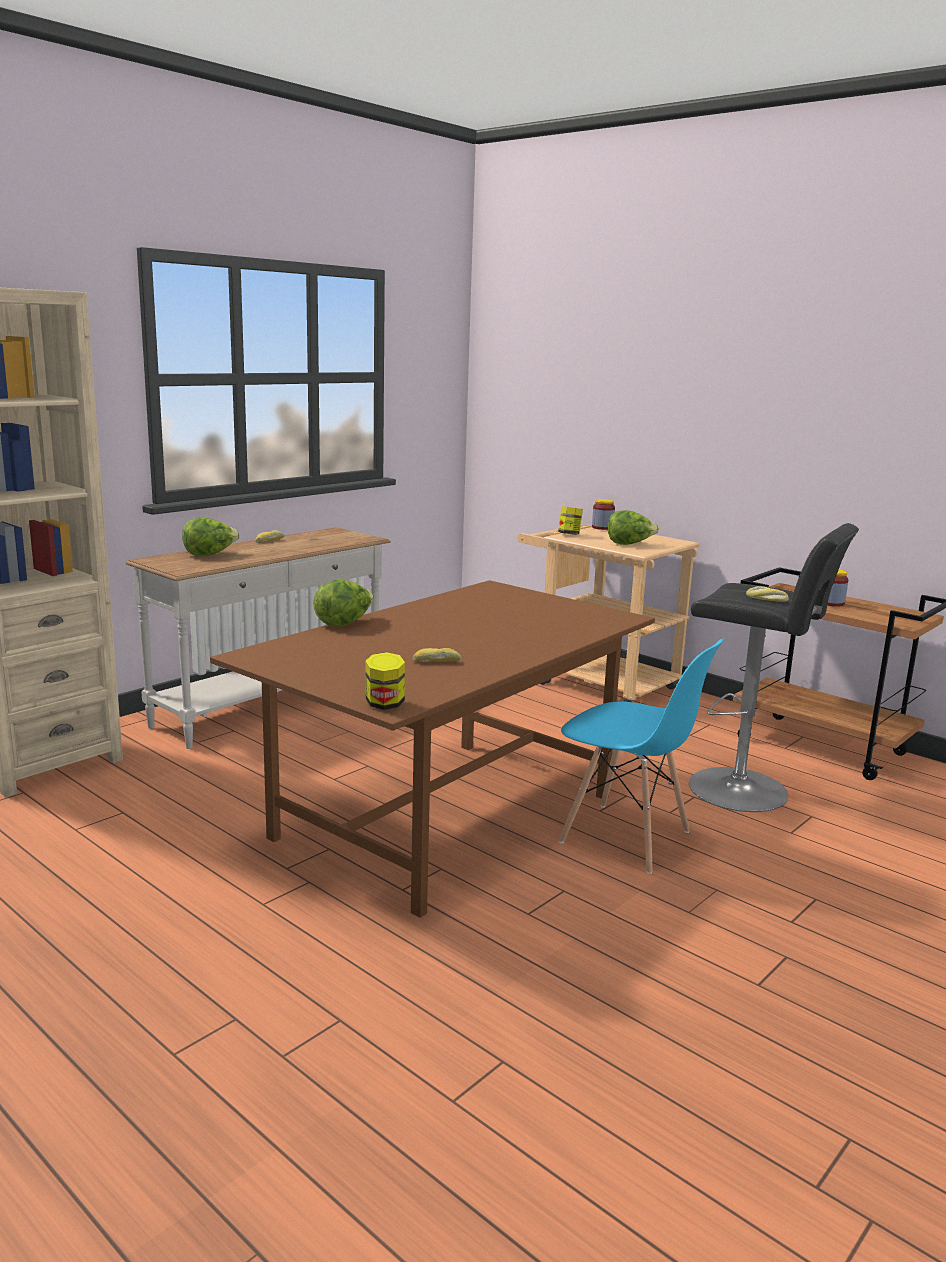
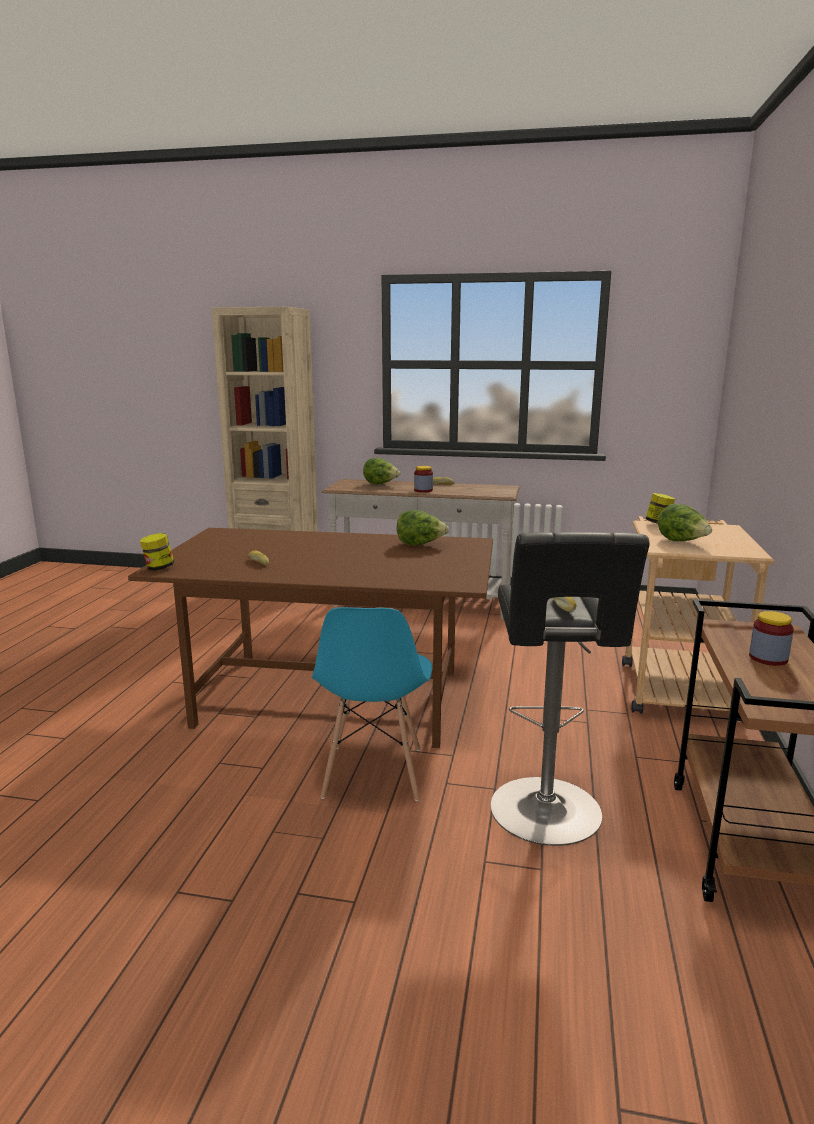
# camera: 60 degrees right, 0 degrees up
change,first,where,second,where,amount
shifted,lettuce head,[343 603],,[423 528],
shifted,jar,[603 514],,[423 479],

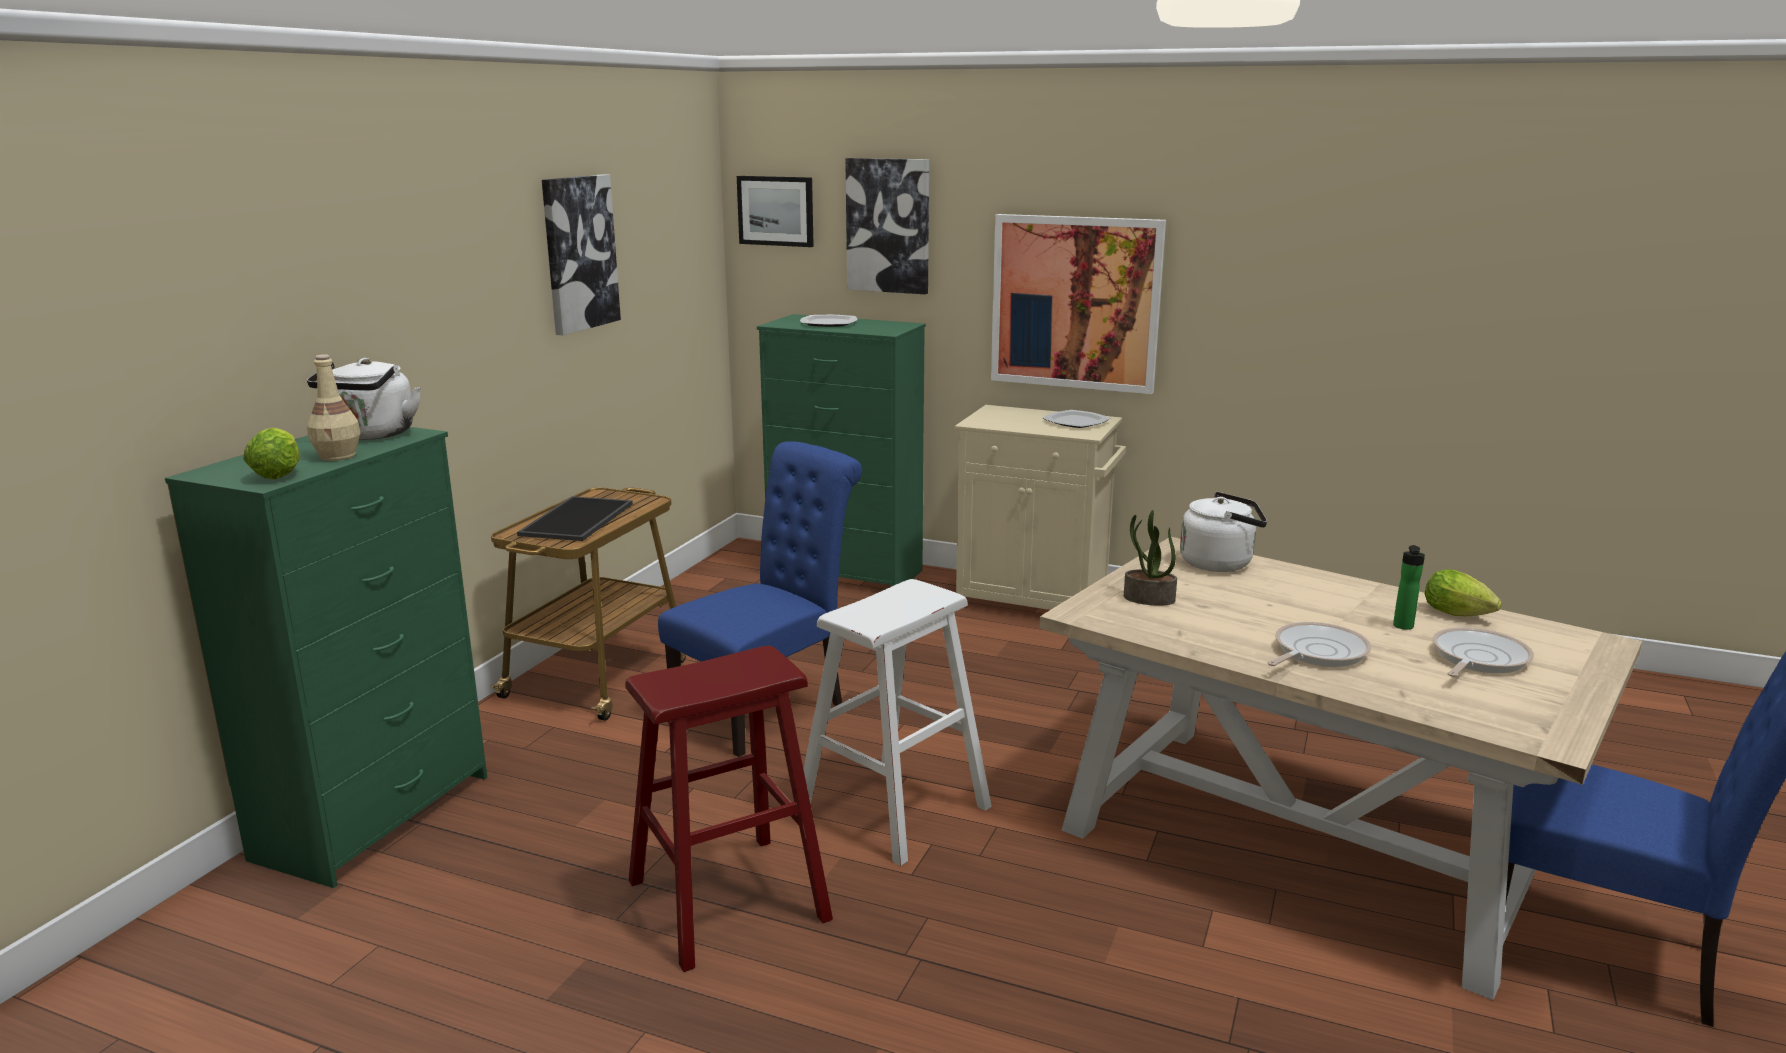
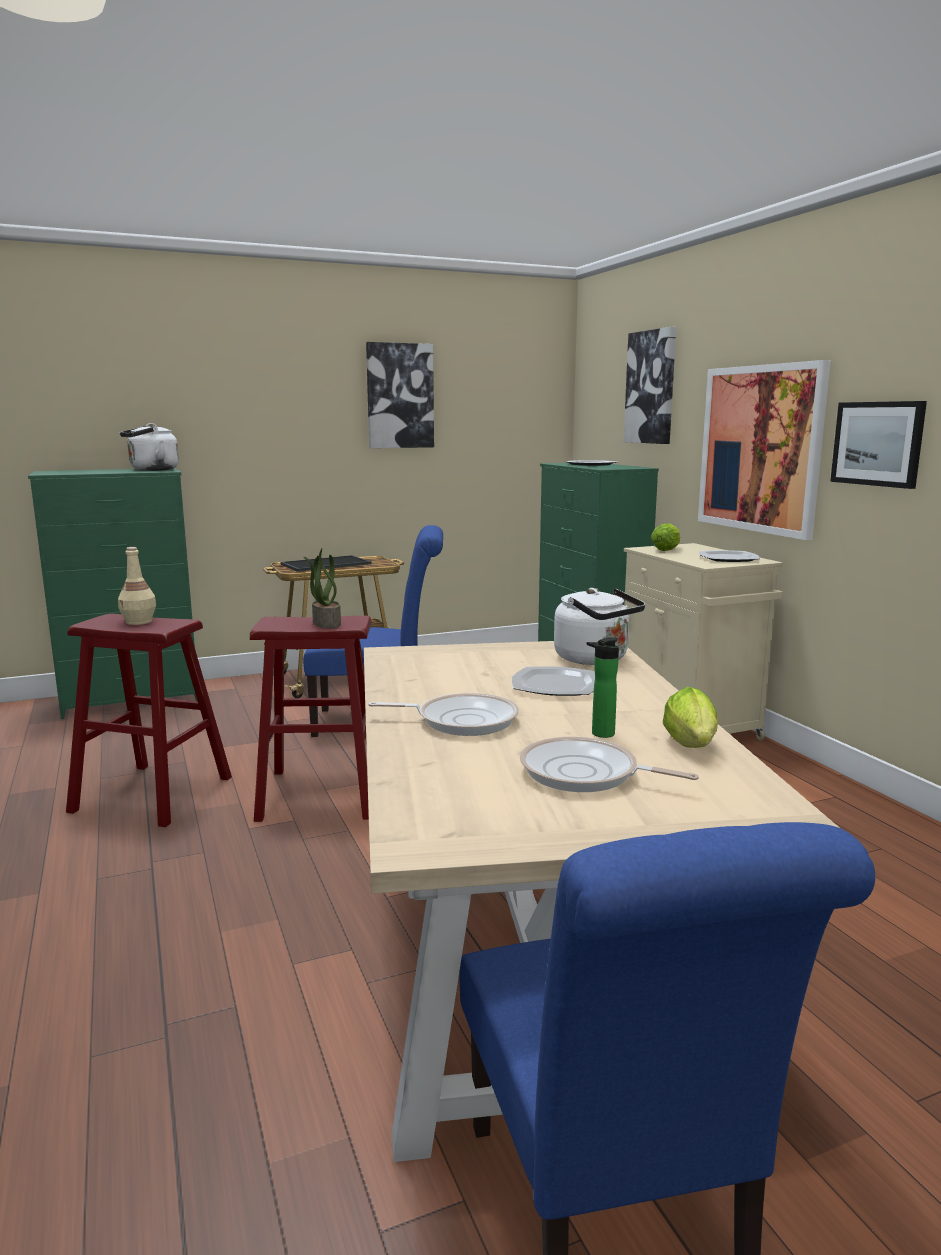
# camera: 45 degrees right, 5 degrees down
change,first,where,second,where,amount
new,,,plate,[553 681],
shifted,lettuce head,[271 453],,[665 537],
shifted,drink bottle (beige),[333 407],,[137 586],
shifted,wall art,[775 211],,[878 445],
shifted,houseplant,[1150 558],,[322 588],
repainted,stool seat (white-coloured),[898 722],stool seat (red),[310 719],
rotated,skillet,[1483 652],,[609 764],150 degrees counterclockwise

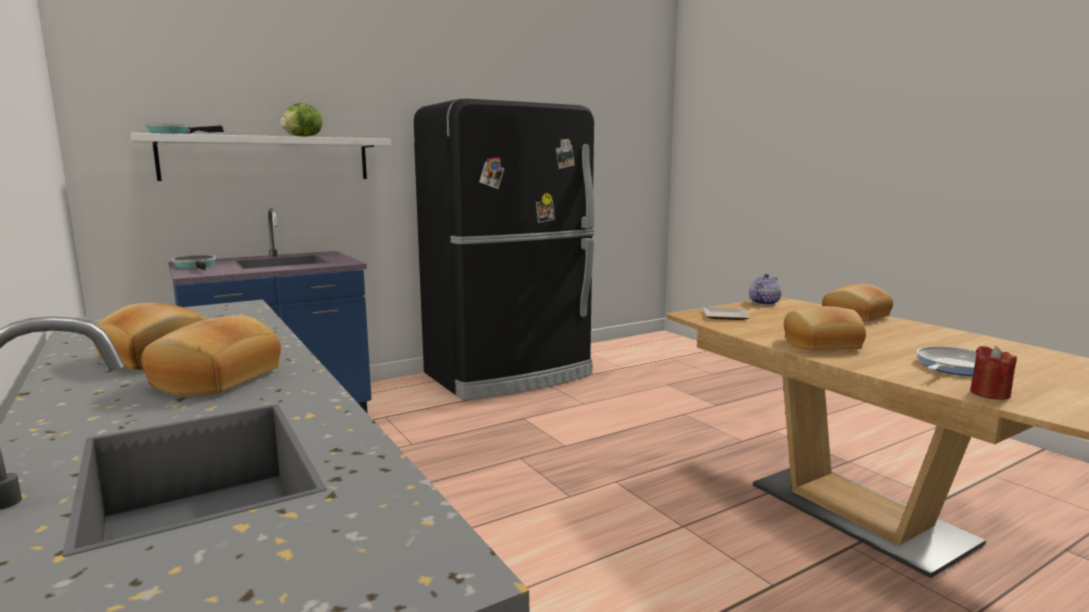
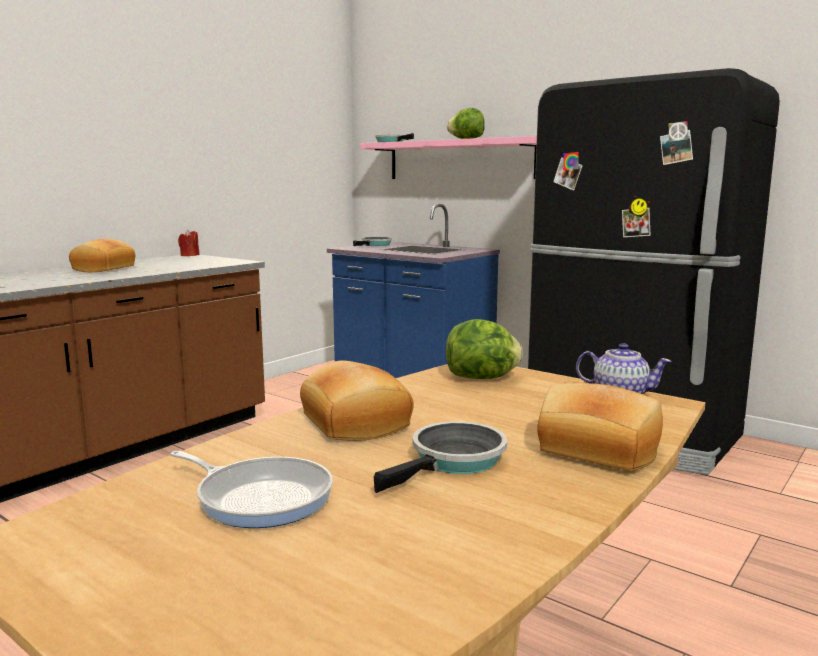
# camera: 70 degrees right, 0 degrees up
change,first,where,second,where,amount
gone,bakery bread,[211 356],,,
new,,,skillet,[440 457],
shifted,wax light (red),[993 373],,[188 243],
swapped,plate,[726 313],lettuce head,[484 349],
repainted,bracket shelf (white-coloured),[261 157],bracket shelf (pinkish),[448 157],

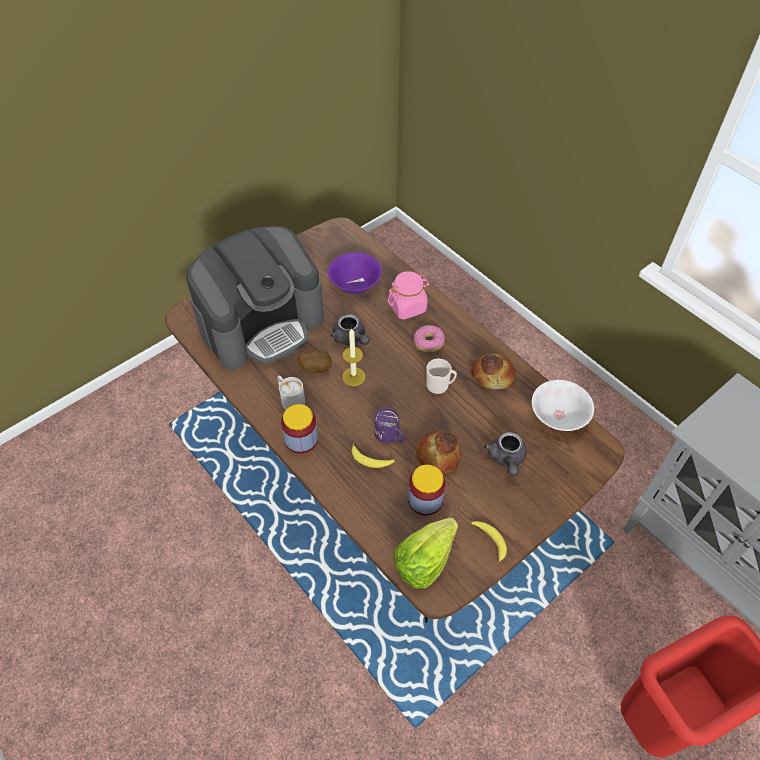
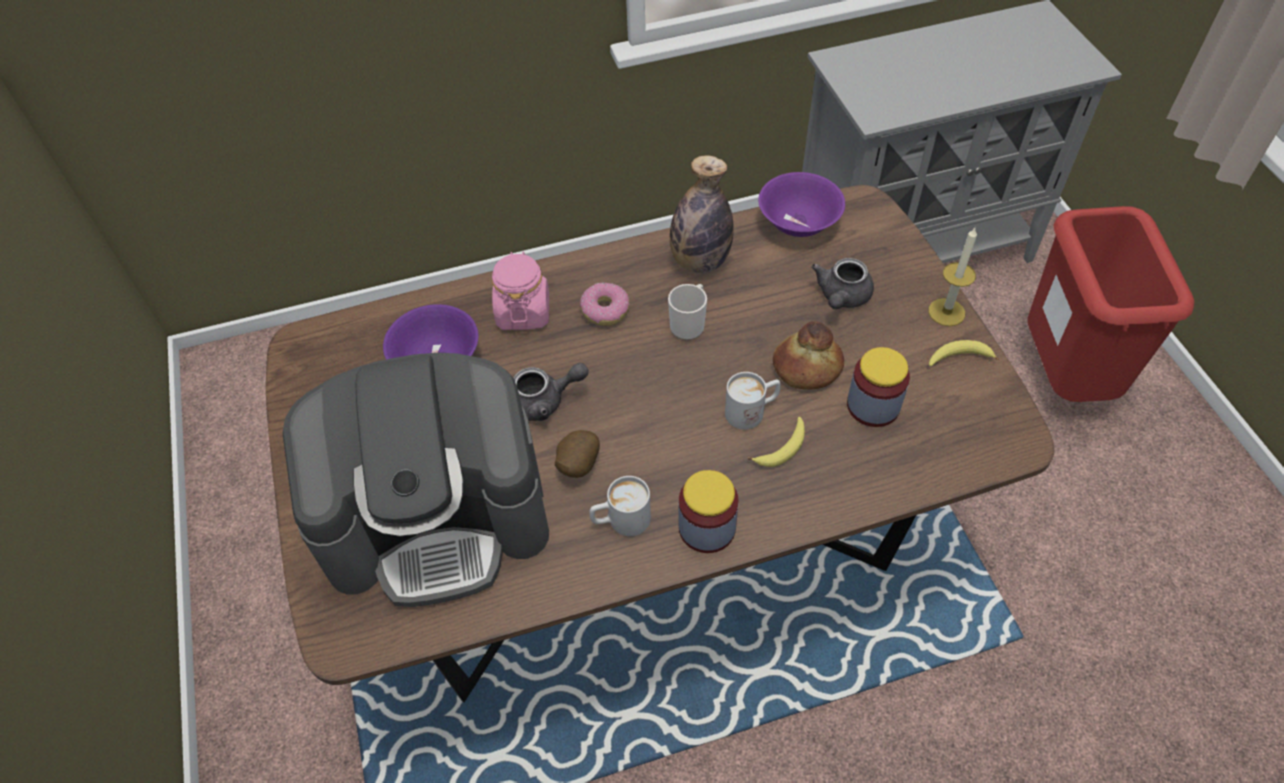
# camera: 65 degrees left, 0 degrees up
change,first,where,second,where,amount
gone,lettuce head,[425 552],,,
shifted,wax light,[353 357],,[952 277],
swapped,bakery bread,[493 371],drink bottle,[701 214],
repainted,mug (purple-coloured),[389 426],mug (white-coloured),[753 401],
repainted,deep dish (white-coloured),[563 405],deep dish (purple-coloured),[801 204],
rotated,coffee maker,[255 297],,[415 480],90 degrees clockwise
rotated,teapot (grey),[505 454],,[842 283],90 degrees clockwise

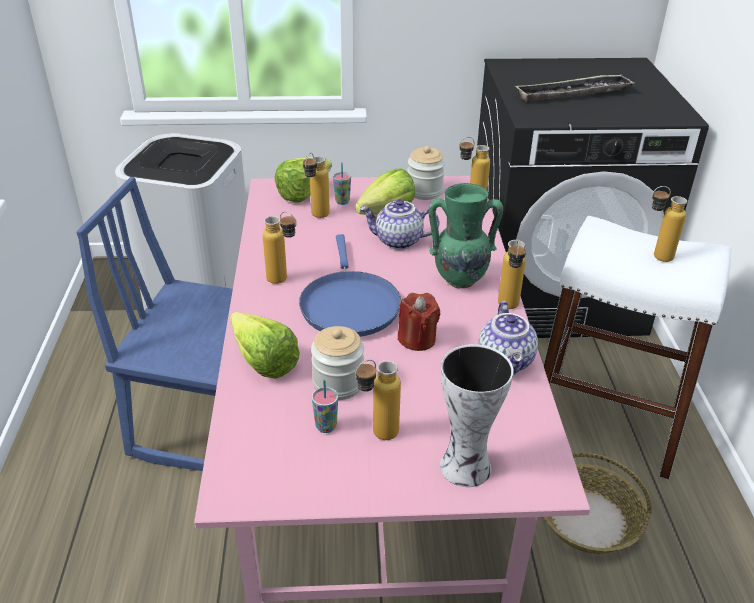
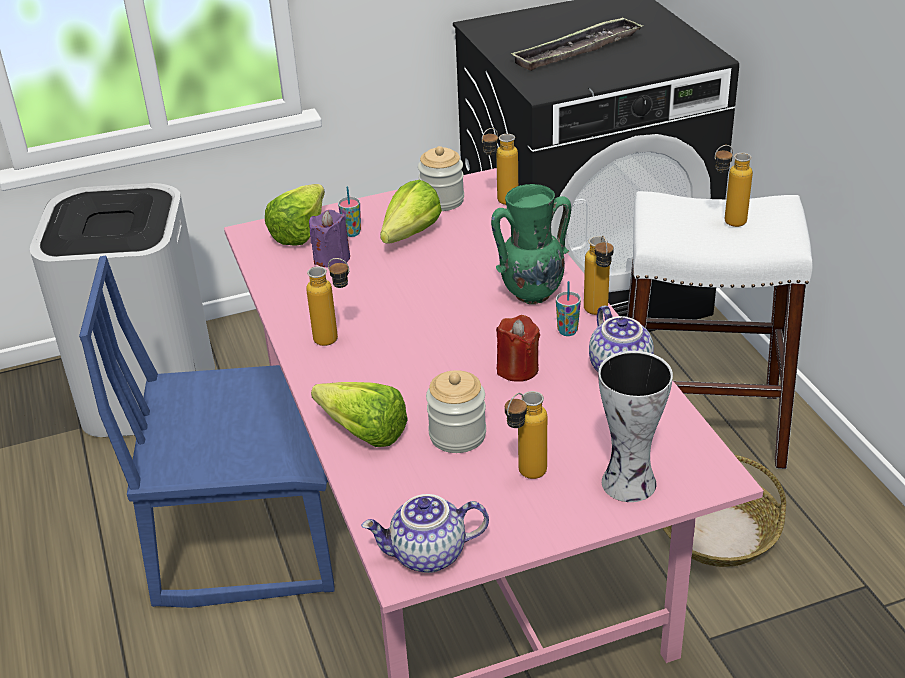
# camera: 15 degrees left, 0 degrees up
change,first,where,second,where,amount
gone,skillet (bluish),[350 285],,,
shifted,drinking cup,[325 406],,[568 308],
shifted,teapot,[399 224],,[425 533],
swapped,drink bottle,[316 185],wax light (purple-coloured),[329 239],

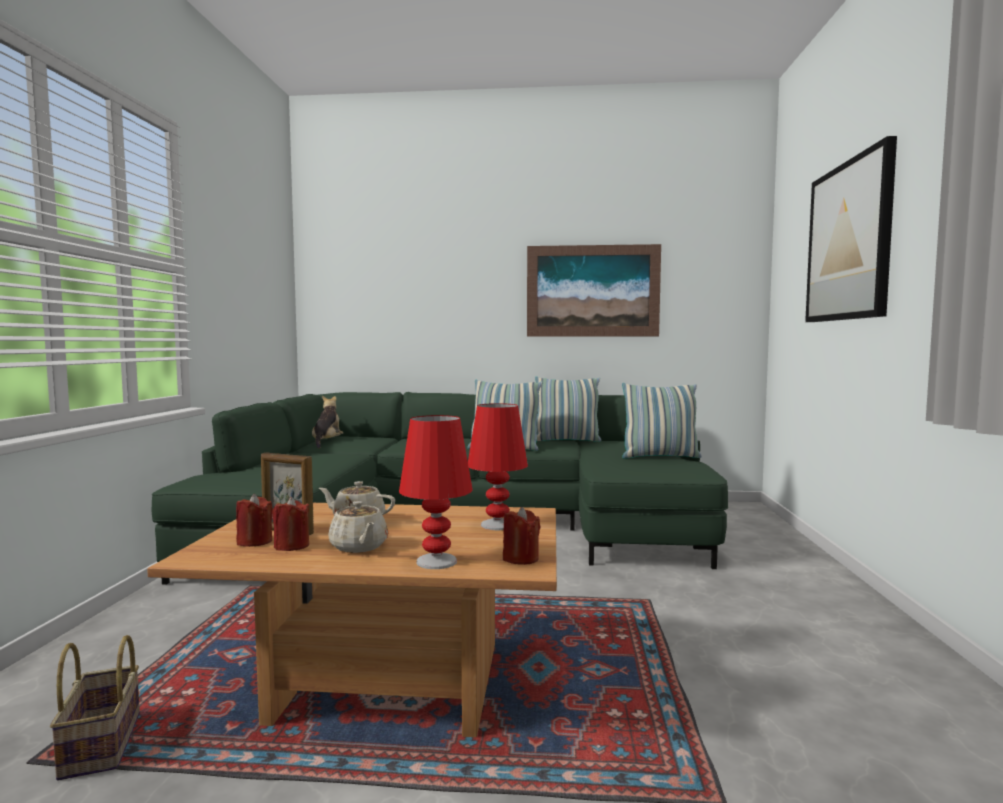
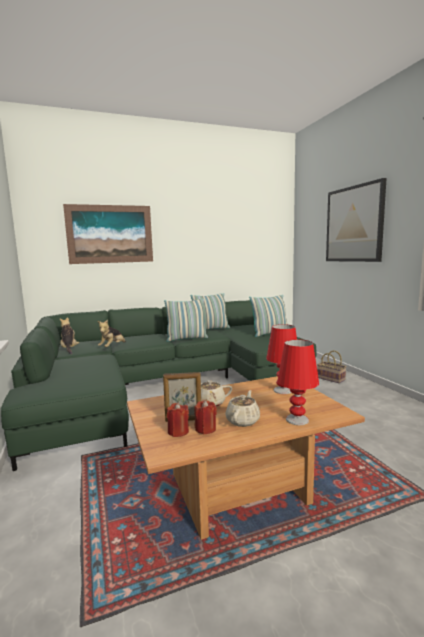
# camera: 25 degrees left, 5 degrees up
change,first,where,second,where,amount
gone,wax light (red),[522 536],,,
new,,,cuddly toy,[111 333],
shifted,storage basket,[95 707],,[331 366],
shifted,wall art,[594 290],,[108 234],
rotated,teapot (beige),[358 527],,[242 408],105 degrees counterclockwise

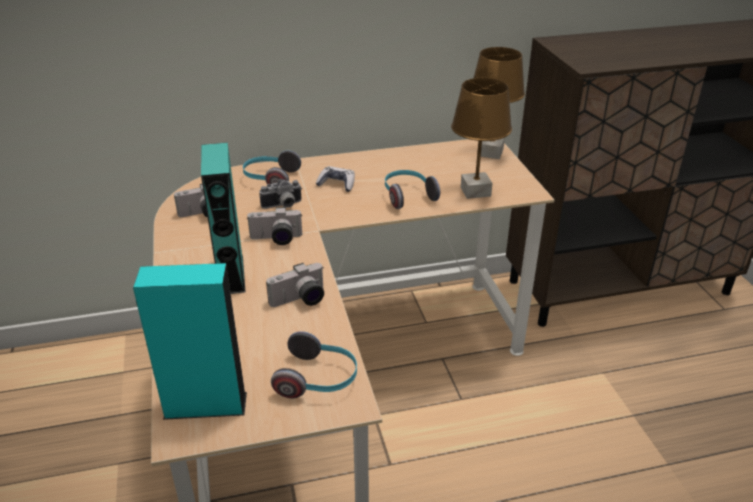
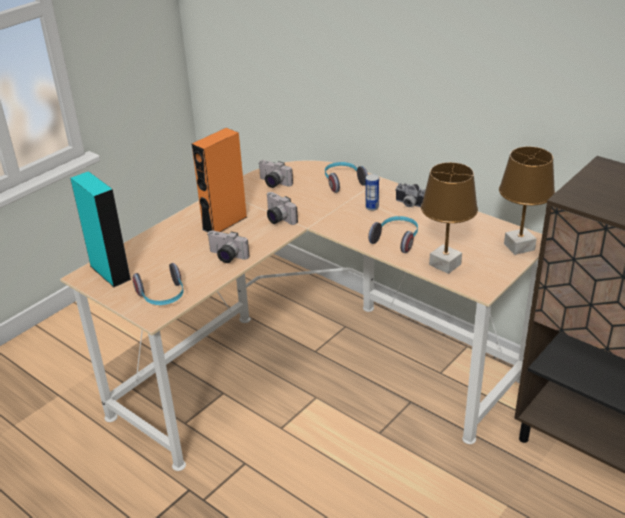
# camera: 55 degrees right, 0 degrees up
change,first,where,second,where,amount
shifted,photo camera,[280 194],,[410 195],
swapped,game controller,[335 179],can,[372 192],
repainted,audio speaker (blue-green),[223 218],audio speaker (orange-coloured),[219 180],

